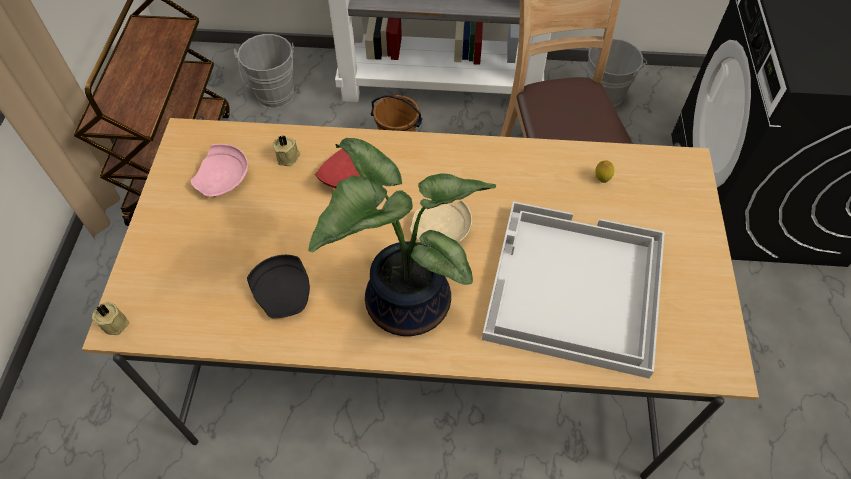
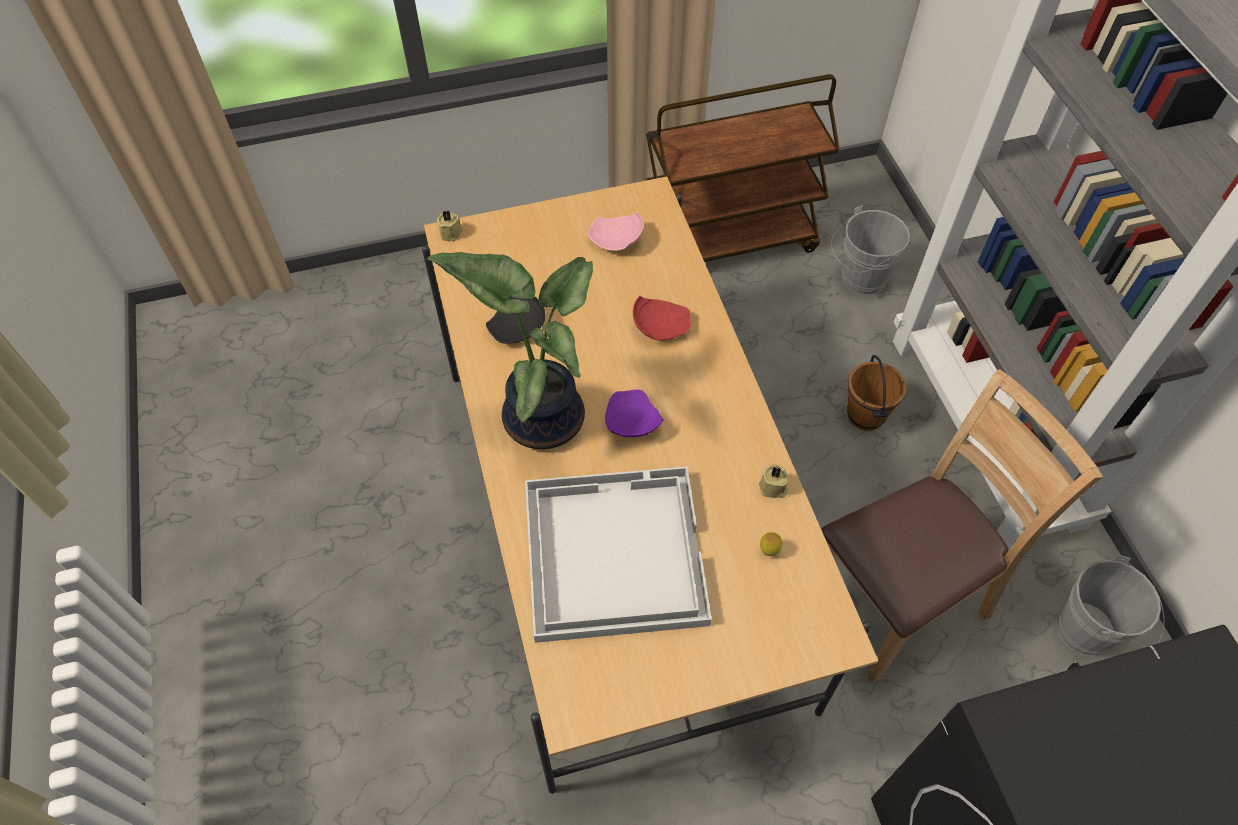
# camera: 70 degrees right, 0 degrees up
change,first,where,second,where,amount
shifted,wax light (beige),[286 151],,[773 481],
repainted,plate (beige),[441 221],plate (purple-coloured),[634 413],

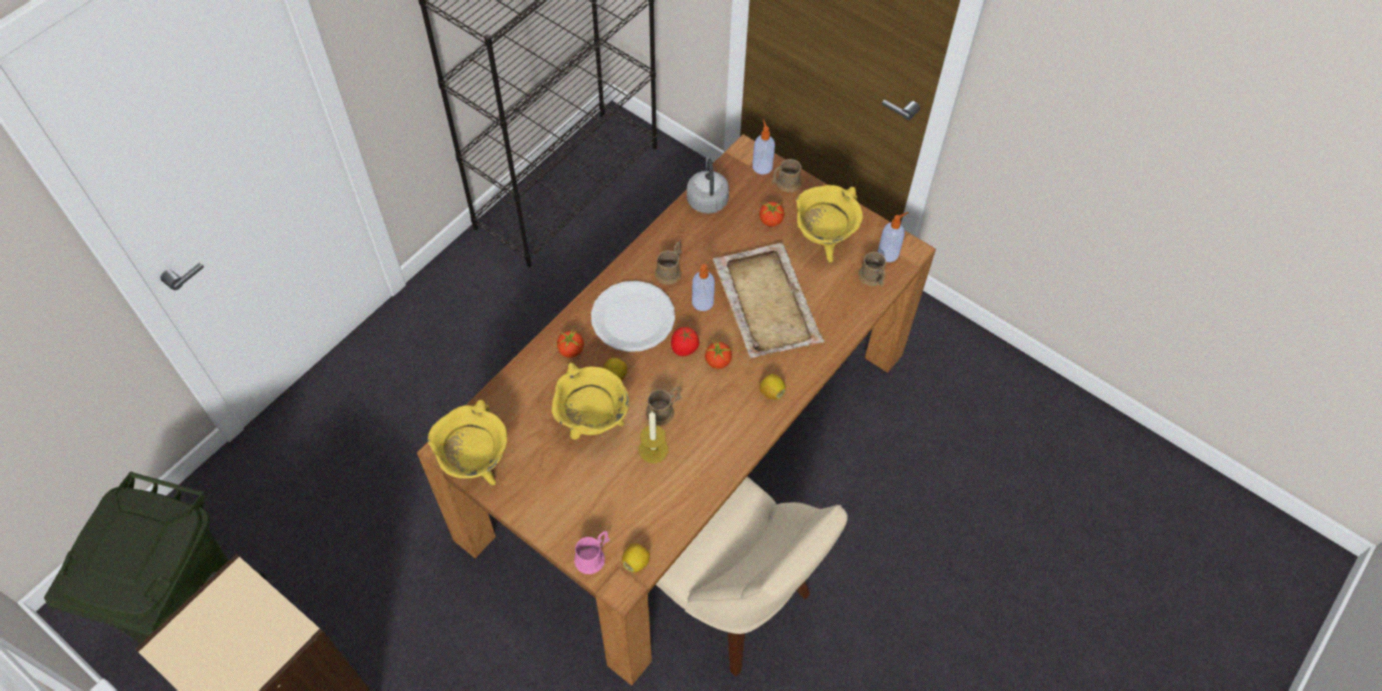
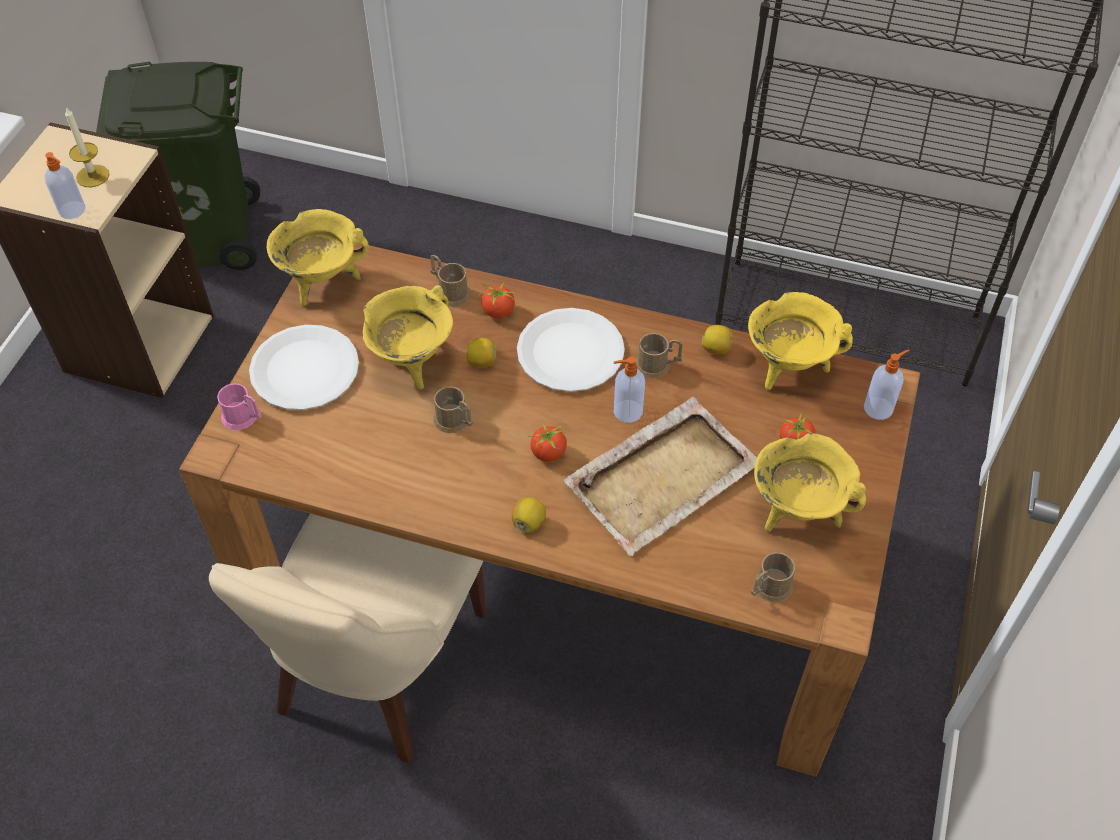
# camera: 70 degrees right, 5 degrees down
change,first,where,second,where,amount
gone,whole tomato,[685 341],,,
new,,,plate (white-coloured),[304 367],
shifted,whole lemon,[636 558],,[717 340],
shifted,wax light,[653 437],,[87 147],
shifted,mug (brown),[787 175],,[450 280],
shifted,soap dispenser,[893 237],,[65 185],
swapped,kettle (grey),[708 185],stockpot (yellow-coloured),[800 341],

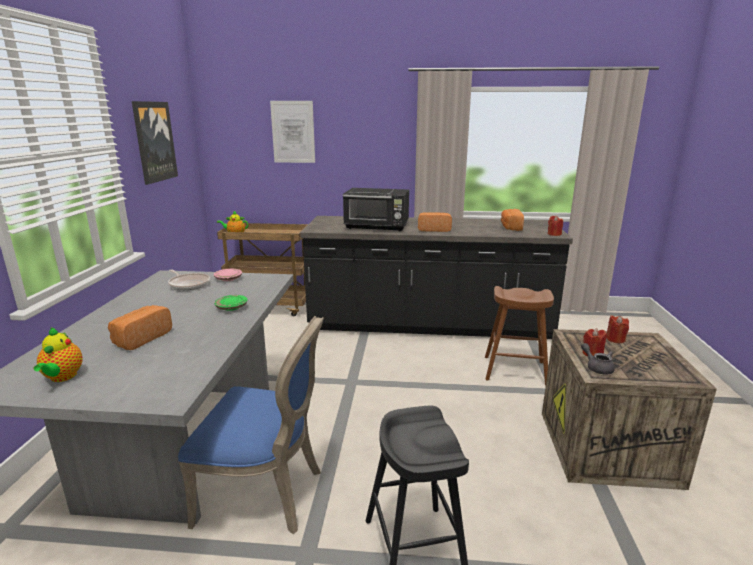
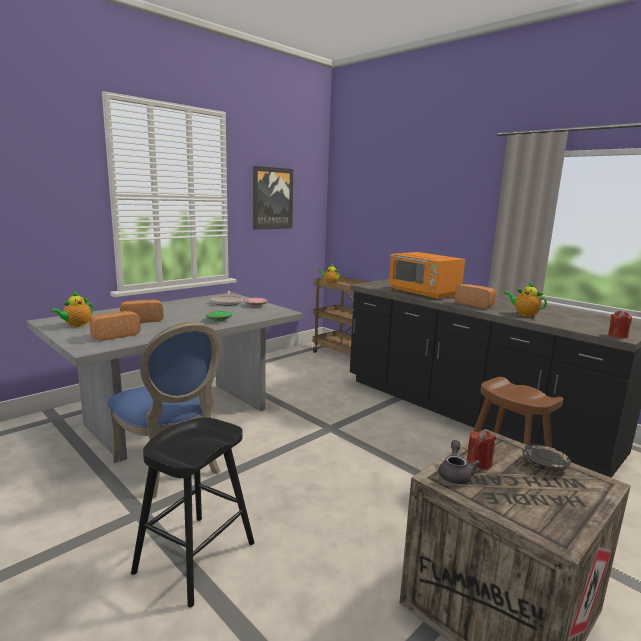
# camera: 40 degrees right, 5 degrees down
change,first,where,second,where,amount
gone,wall art,[292 132],,,
new,,,teapot,[525 299],
shifted,bakery bread,[512 220],,[115 326],
swapped,wax light (red),[617 329],plate (black),[547 458],
repainted,microwave (black),[376 209],microwave (orange-coloured),[427 276],

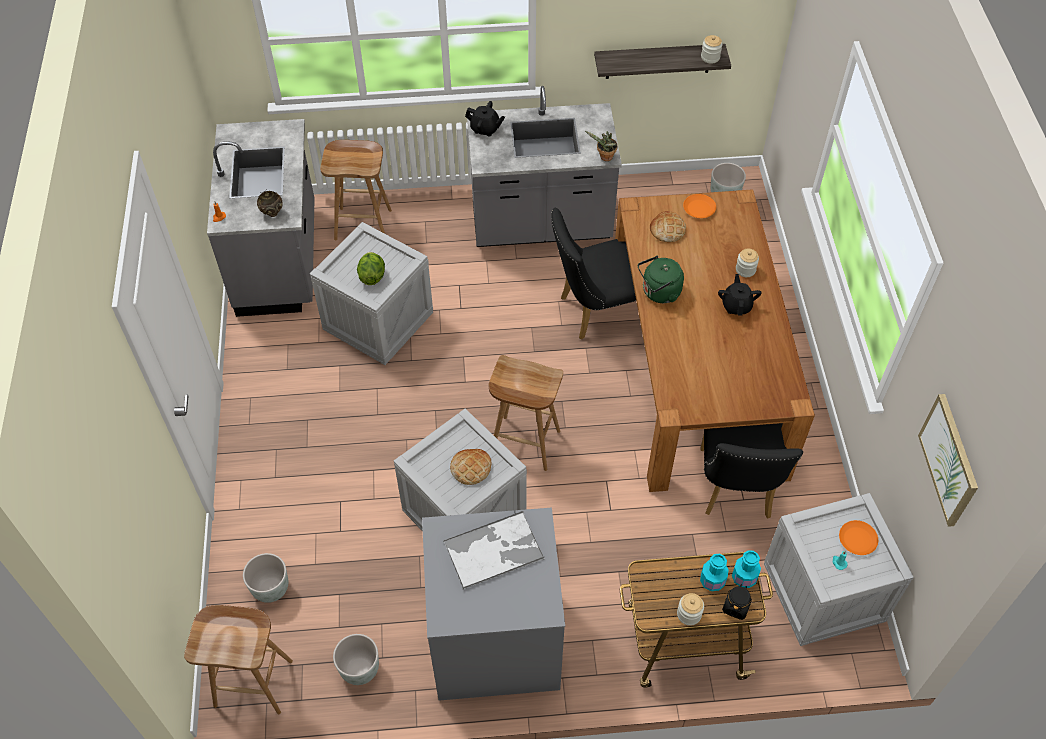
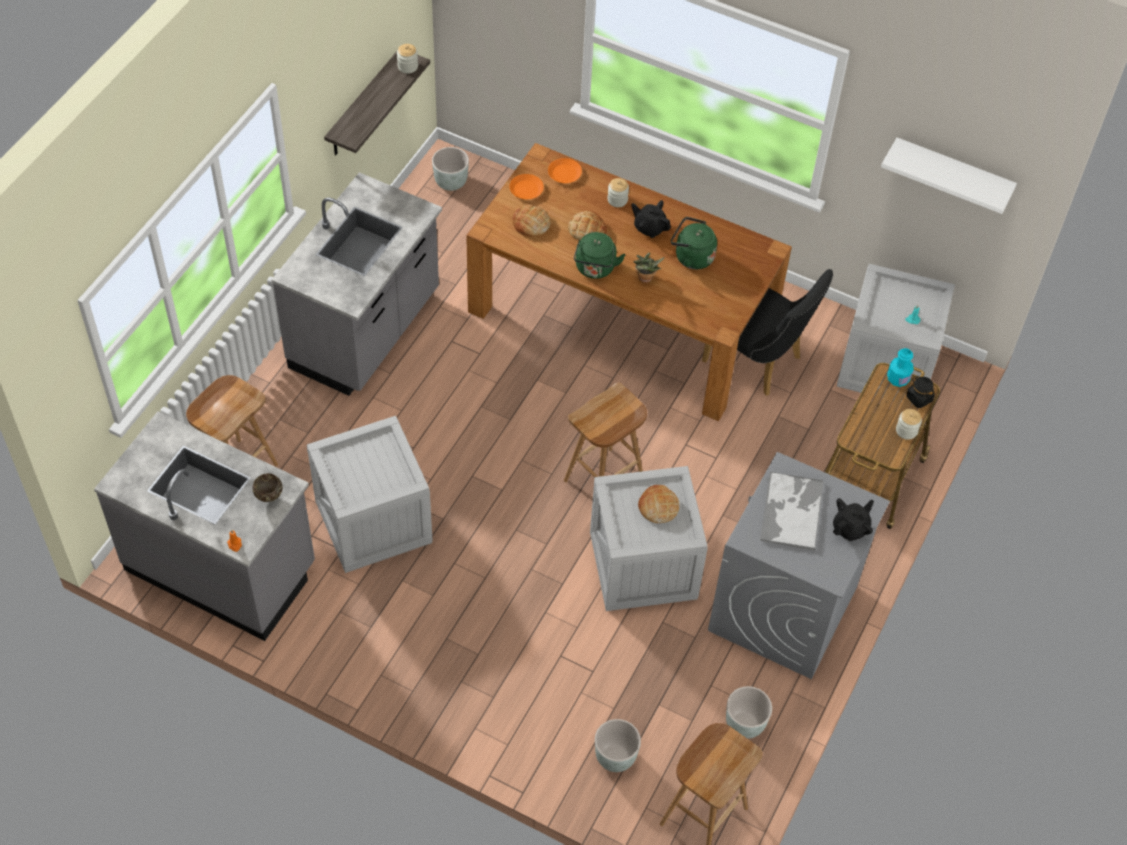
# camera: 60 degrees left, 0 degrees up
change,first,where,second,where,amount
gone,lettuce head,[371 268],,,
gone,upright chair (black),[593 274],,,
gone,drink bottle (blue-green),[714 572],,,
new,,,bakery bread,[587 225],
new,,,kettle (green),[694 243],
shifted,teapot (black),[485 118],,[853 519],
shifted,houseplant,[601 146],,[649 267],
shifted,plate (orange-coloured),[858 537],,[565 170],
swapped,wall art,[948 460],bracket shelf (white-coloured),[949 175],

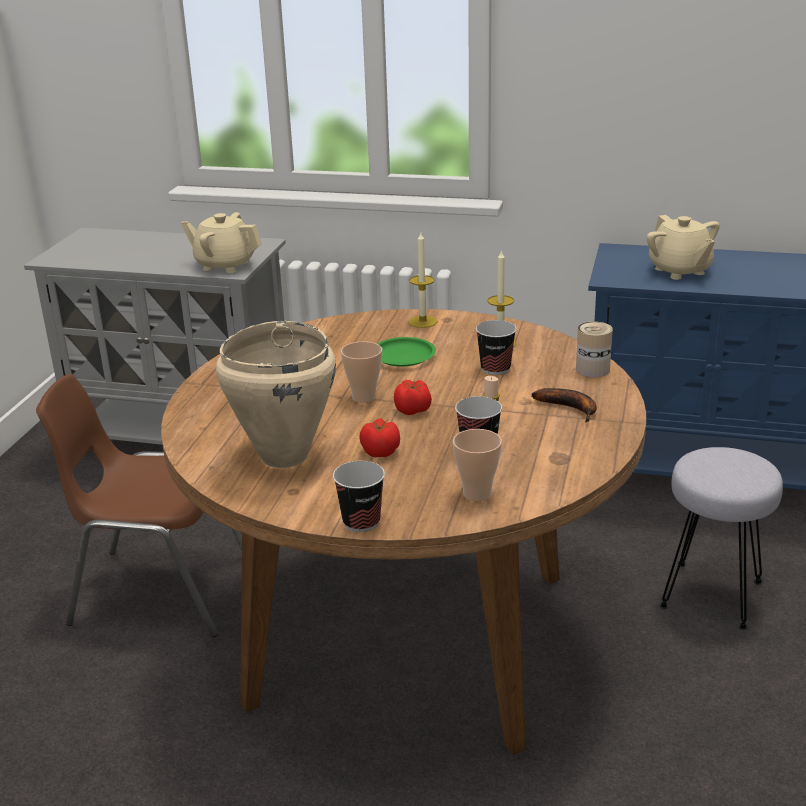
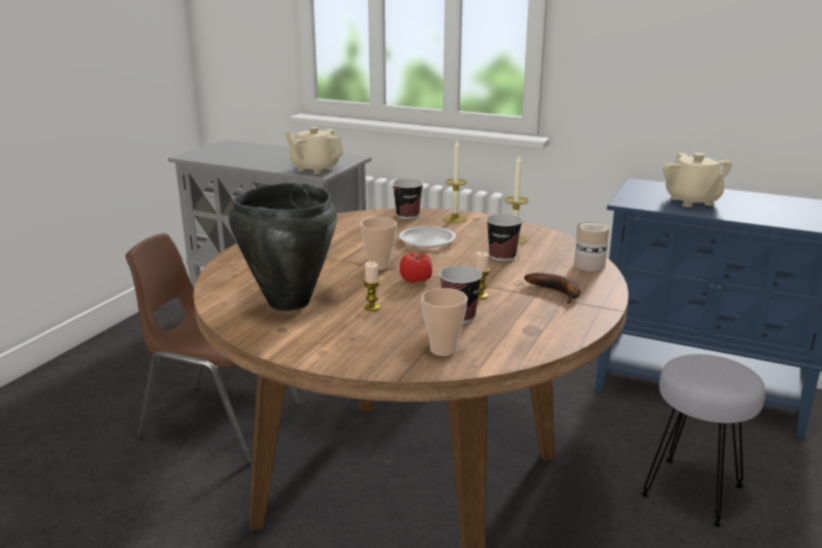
# camera: 10 degrees right, 5 degrees down
change,first,where,second,where,amount
shifted,drinking cup,[359 496],,[407 199],
swapped,whole tomato,[379 437],wax light,[372 286],
repainted,stockpot (beige),[276 394],stockpot (black),[283 247],
repainted,plate (green),[406 352],plate (white-coloured),[427 237],

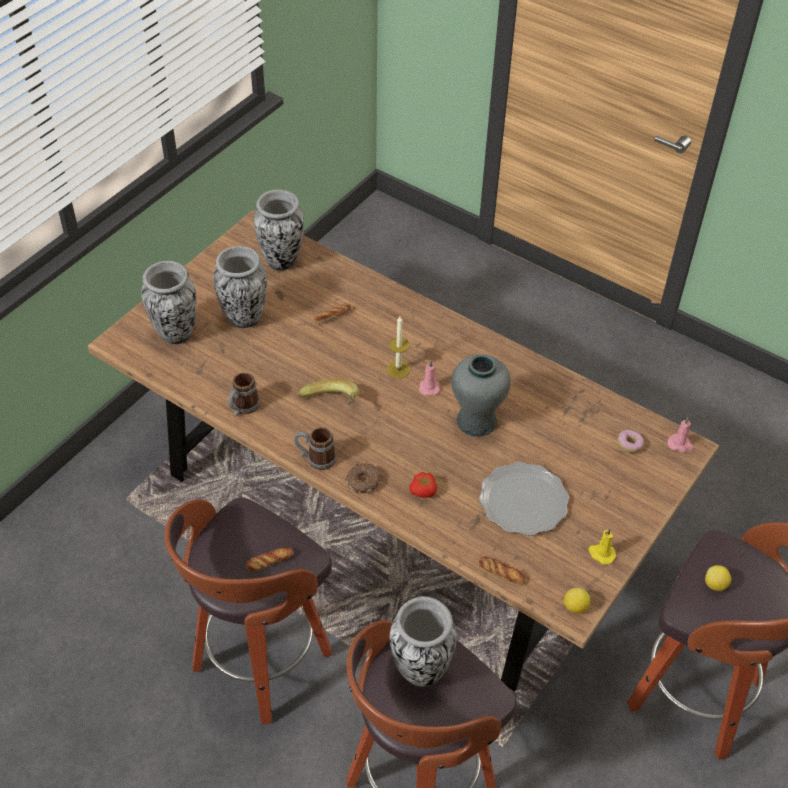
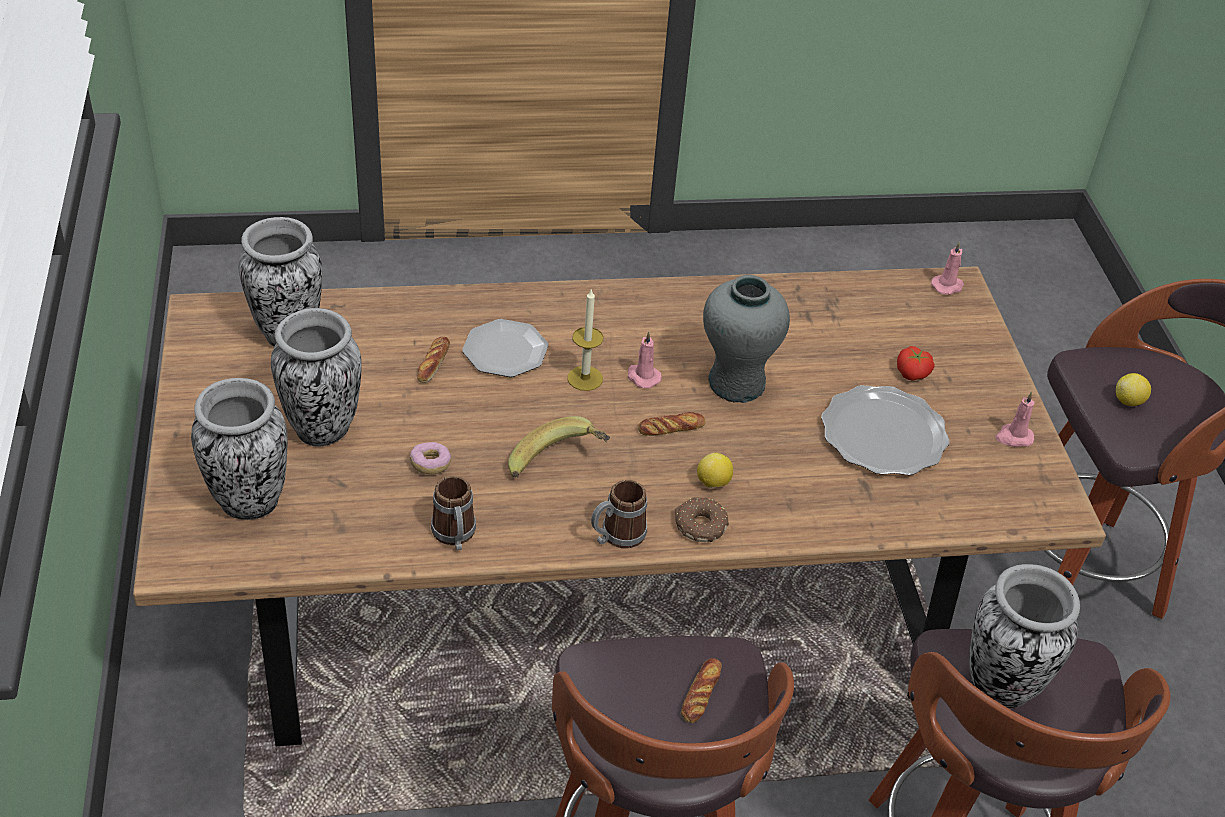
# camera: 45 degrees left, 5 degrees down
change,first,where,second,where,amount
new,,,plate,[505 348],
shifted,whole tomato,[423 485],,[916 363],
shifted,bakery bread,[502 570],,[671 424],
shifted,whole lemon,[577 601],,[715 470],
shifted,doughnut,[630 441],,[430 458],
repainted,wax light (yellow-coloured),[602 546],wax light (pinkish),[1015 419],

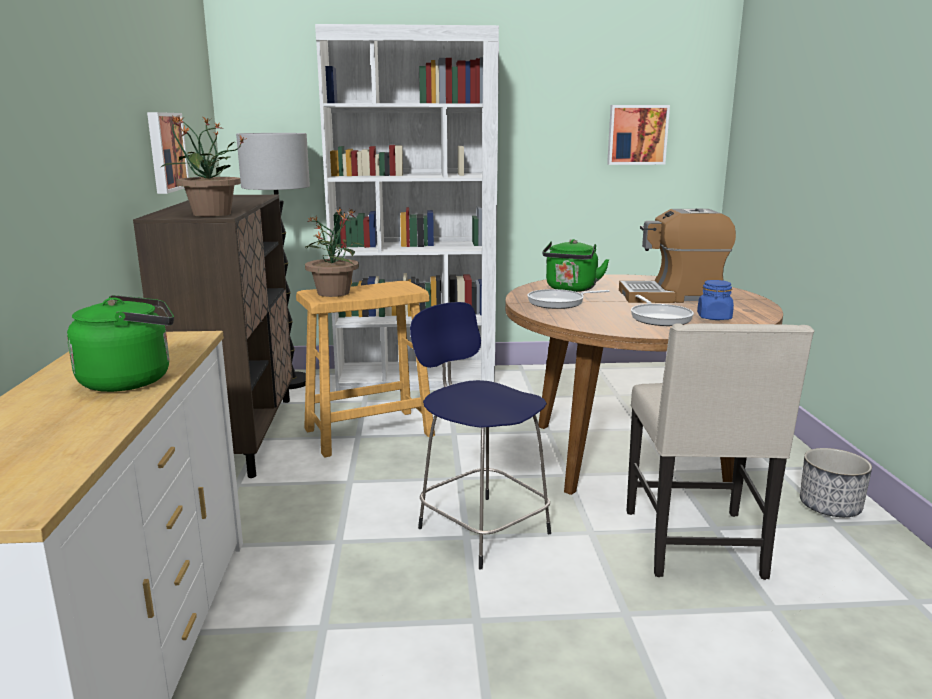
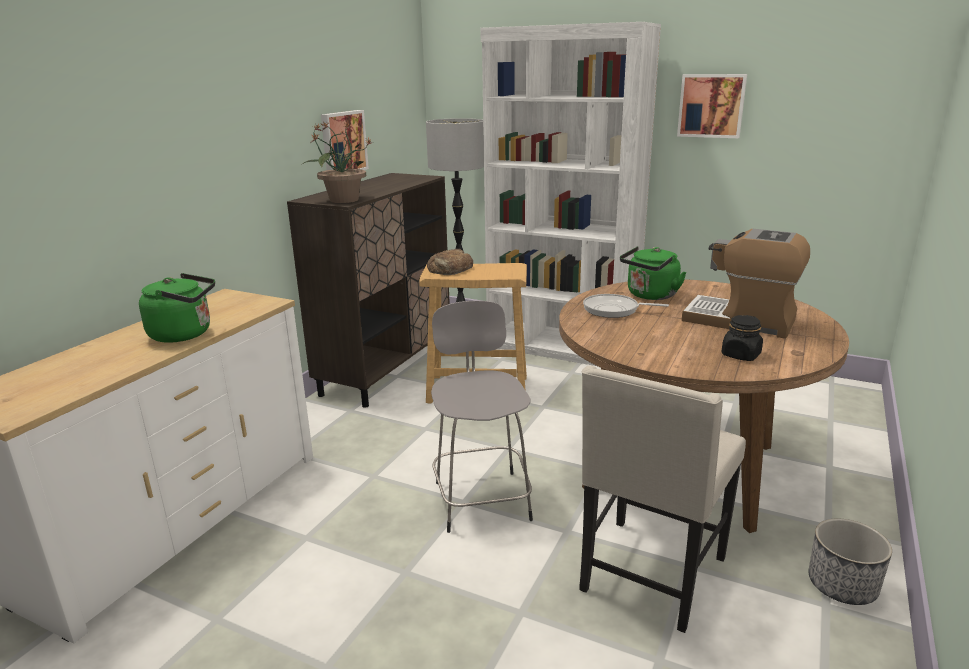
# camera: 30 degrees right, 5 degrees up
change,first,where,second,where,amount
gone,skillet,[662 310],,,
shifted,wall art,[638 135],,[712 106],
swapped,houseplant,[335 252],bakery bread,[450 262],
repainted,stool seat (bluish),[480 435],stool seat (grey),[482 416],
repainted,jar (bluish),[715 300],jar (black),[742 338],

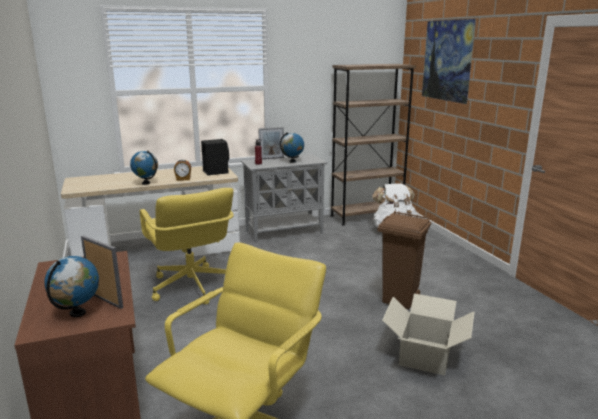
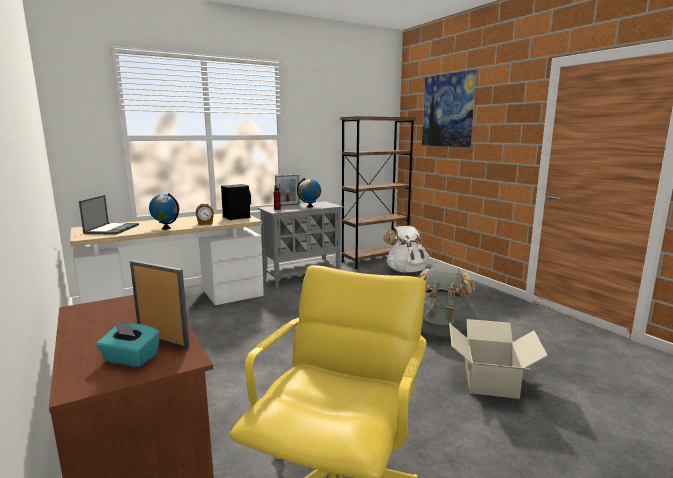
# camera: 10 degrees left, 5 degrees down
change,first,where,second,where,amount
gone,desk chair (yellow-coloured),[187 246],,,
new,,,laptop,[109 215],
swapped,world globe,[72 286],tissue box (blue-green),[128 344],
swapped,rubbish bin (brown),[404 260],backpack (grey),[447 301],

